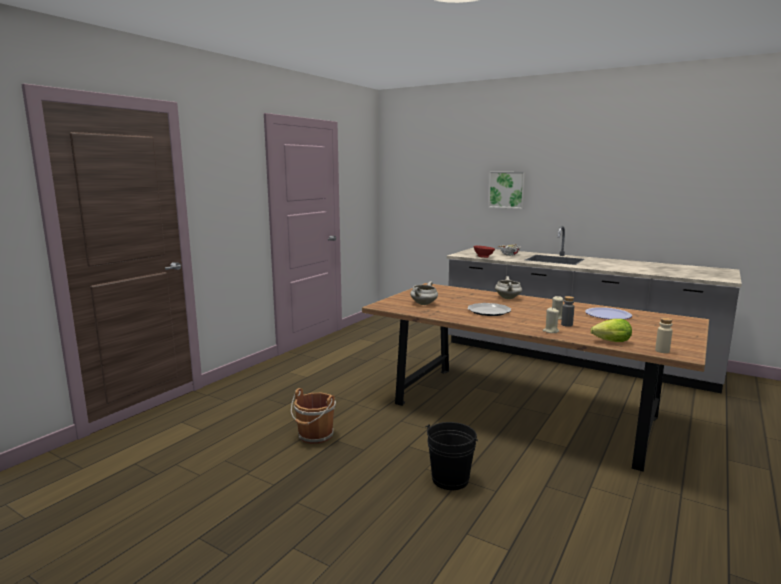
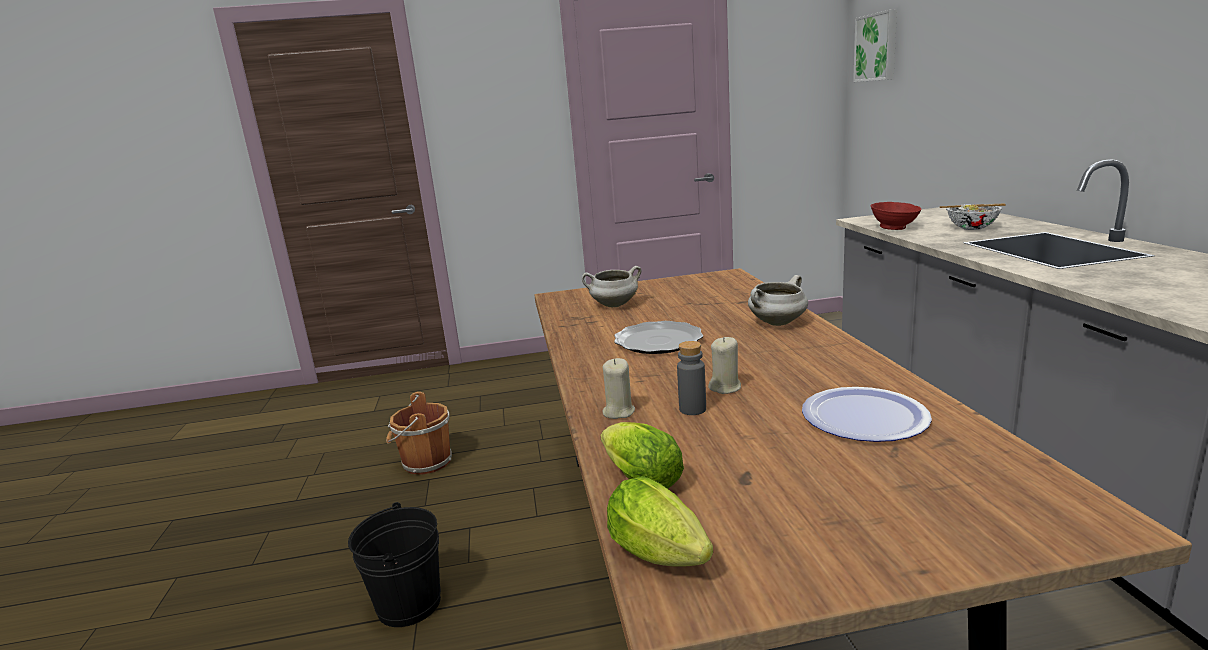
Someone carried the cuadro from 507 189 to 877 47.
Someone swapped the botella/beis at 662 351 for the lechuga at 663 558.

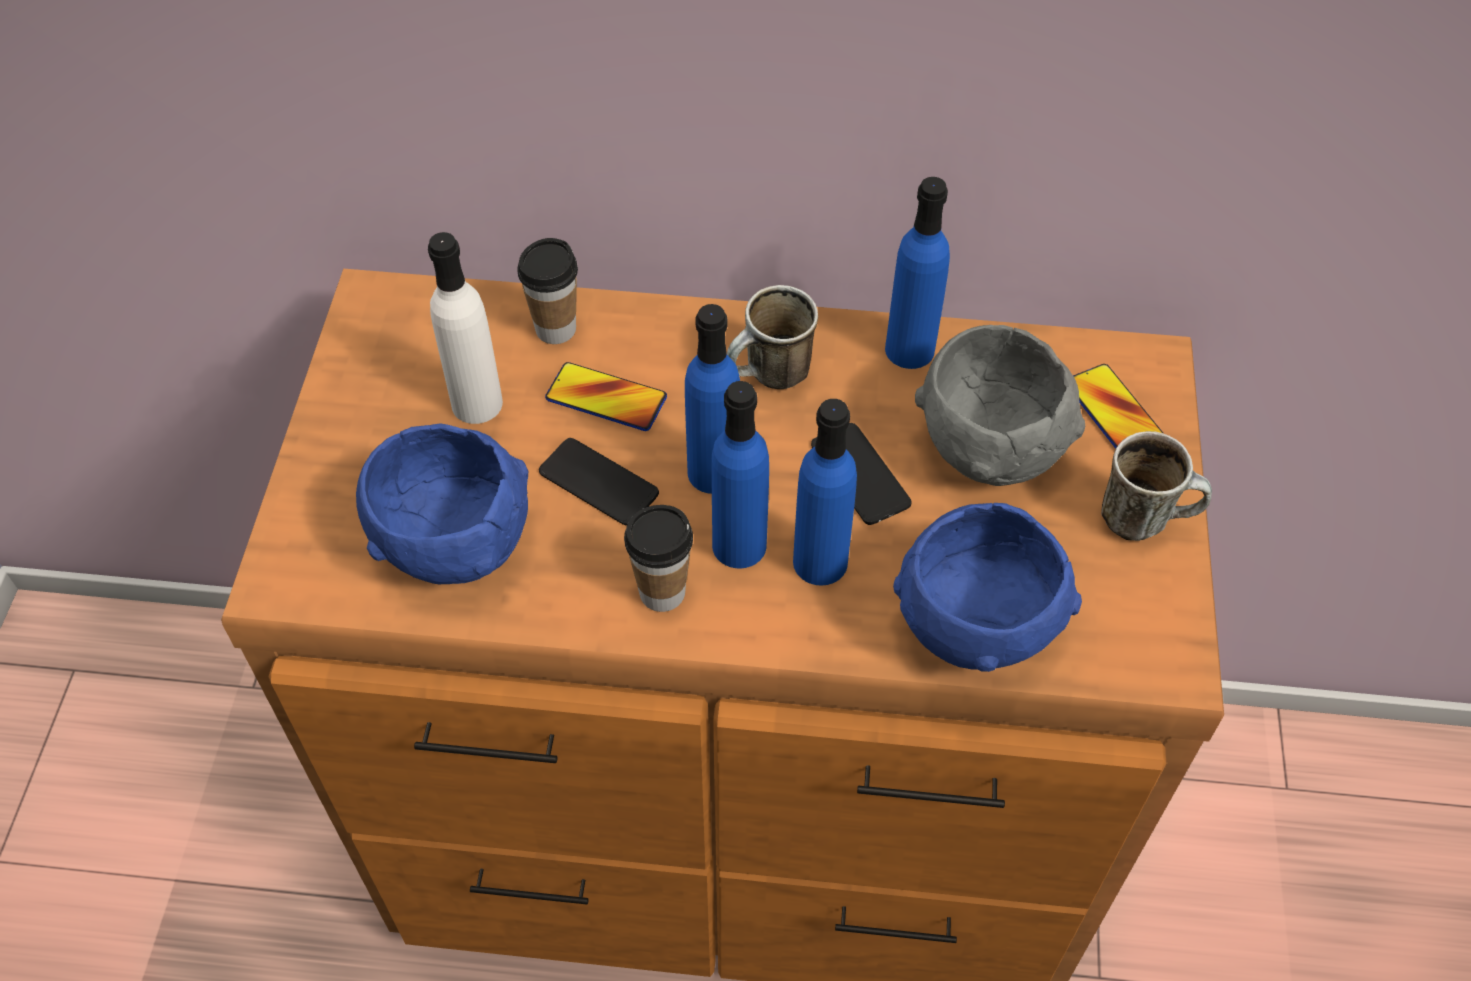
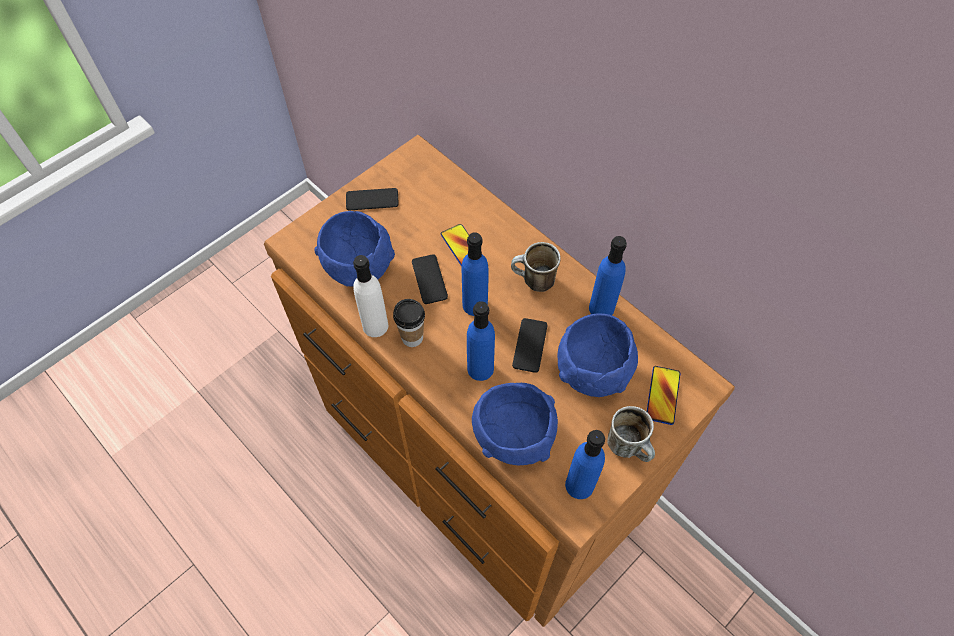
Someone carried the botella/blanco from 477 403 to 375 326.
Someone took away the taza at 555 329.
Someone repainted the cuenco/gris at 989 448, which became the cuenco/azul at 593 371.
Someone carried the botella/azul from 739 545 to 579 485.
Someone put down the móvil at 372 200.

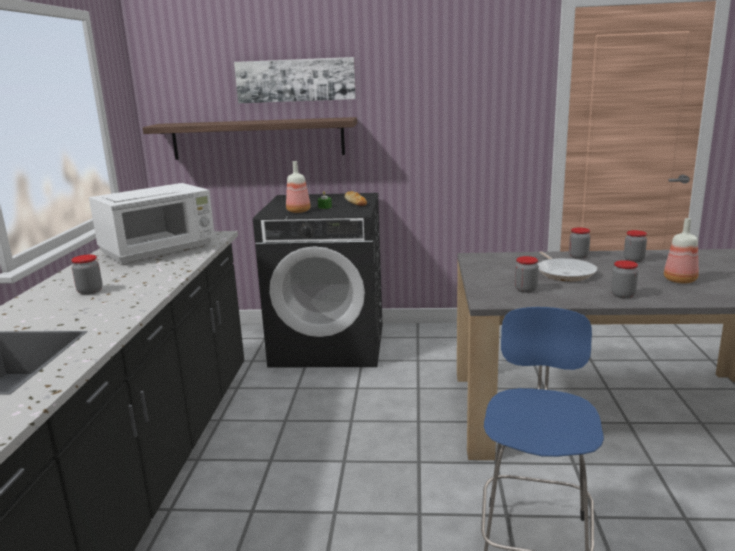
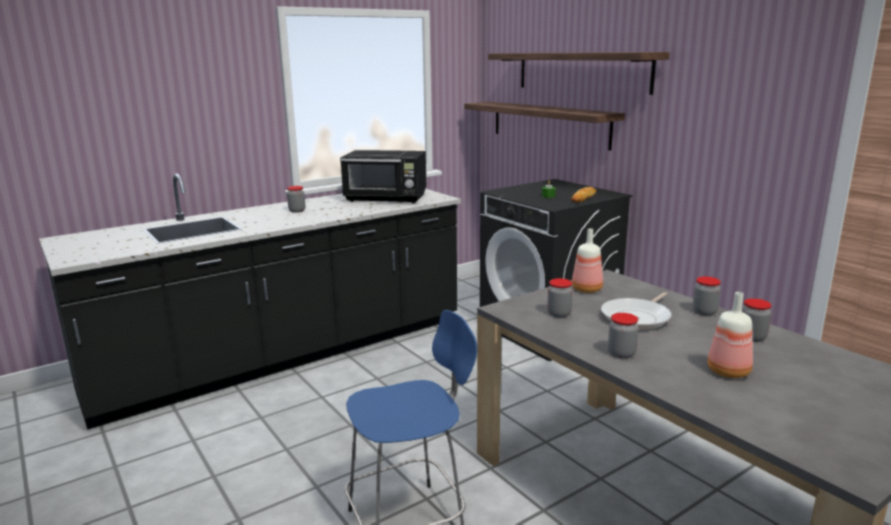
Someone swapped the cuadro at 295 80 for the estante at 581 71.
Someone carried the botella from 298 211 to 587 289.
Someone repainted the microondas/blanco at 160 250, which became the microondas/negro at 386 199.

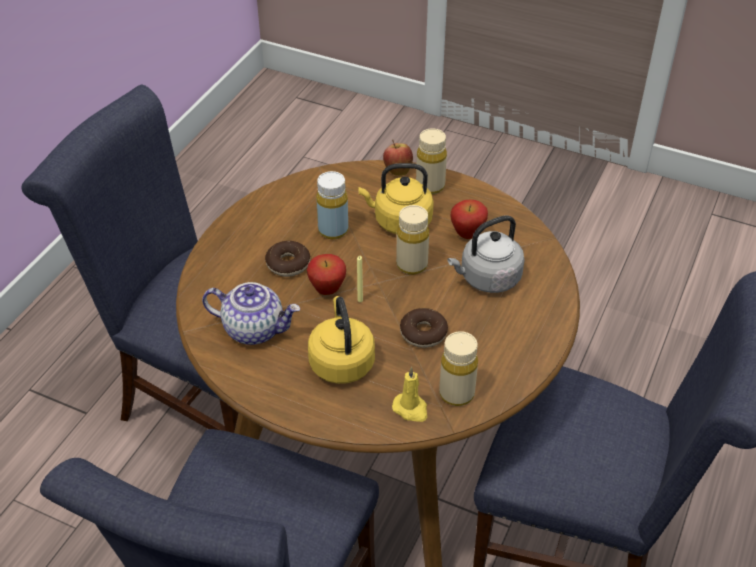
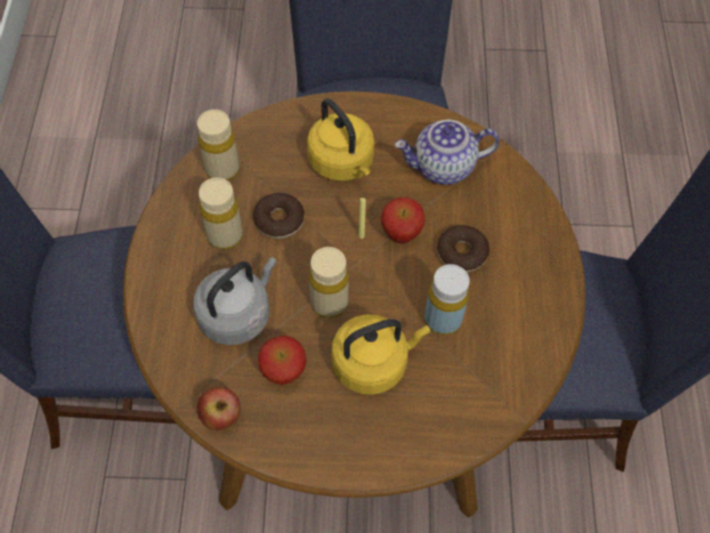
Someone carried the botella/beis from 430 186 to 225 235.
Someone carried the manzana from 397 170 to 221 417.
Someone took away the vela/amarillo at 411 409.

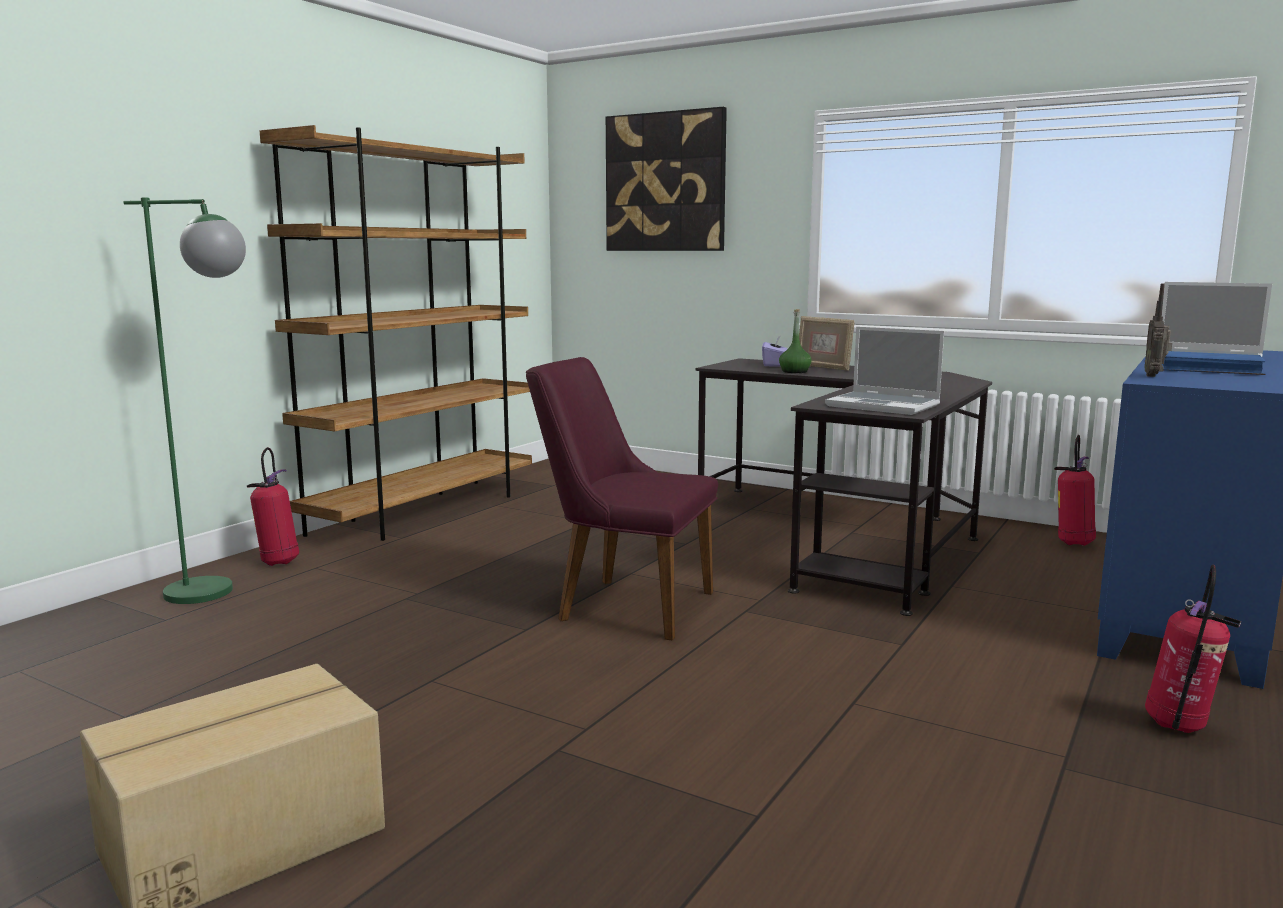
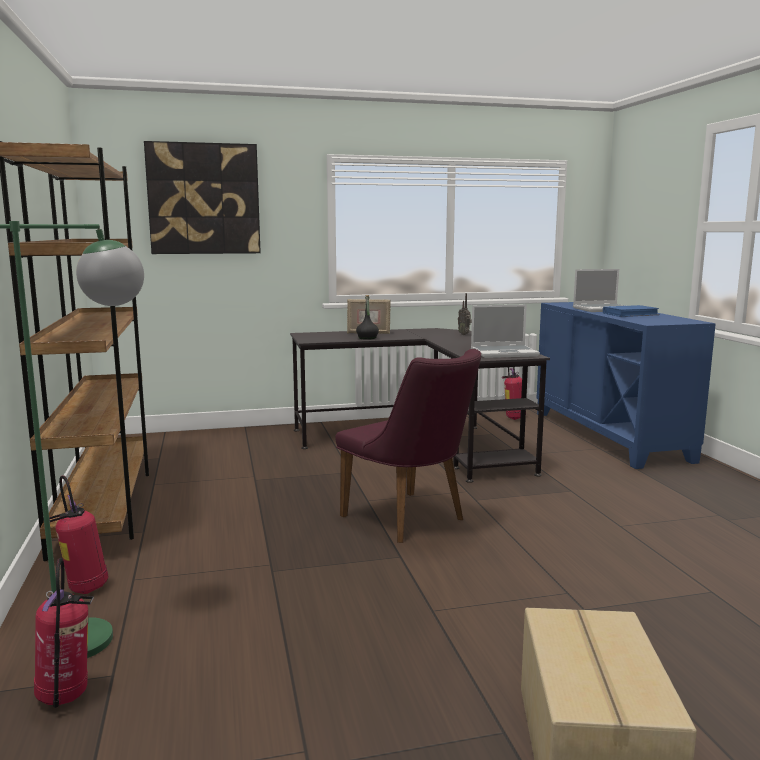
Someone carried the radio from 1155 376 to 464 334.
Someone repainted the botella/verde at 794 371, which became the botella/negro at 367 338.
Someone took away the caja de pañuelos/morado at 774 365.
Someone rotated the silla/morado at 622 604 by 105 degrees counterclockwise.
Someone carried the extintor from 1179 728 to 66 699.

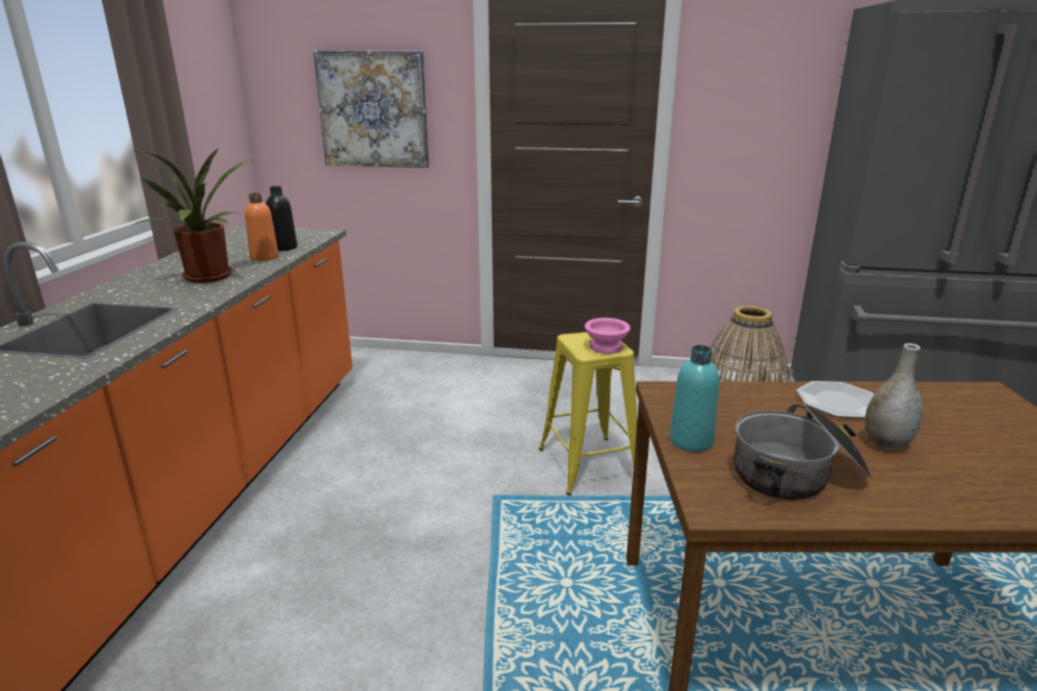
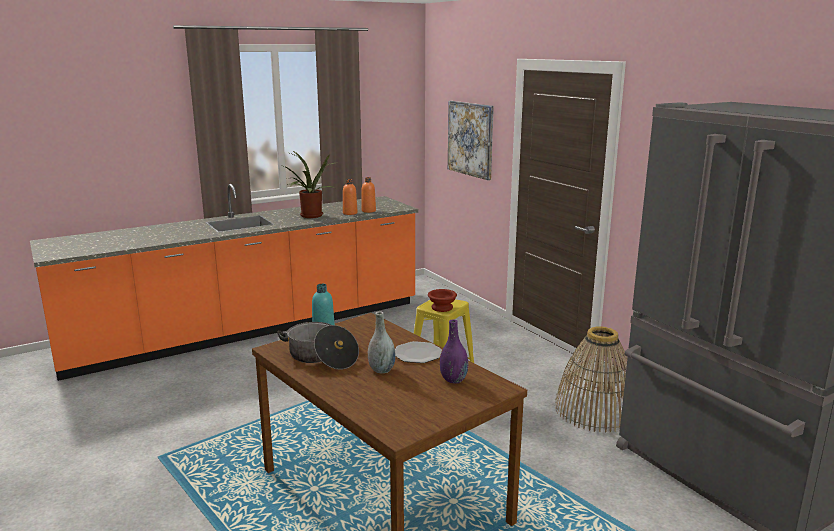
Someone repainted the botella/negro at 284 248, which became the botella/naranja at 368 211.
Someone repainted the cuenco/rosa at 604 347, which became the cuenco/marrón at 441 307.
Someone put down the florero/morado at 453 380.

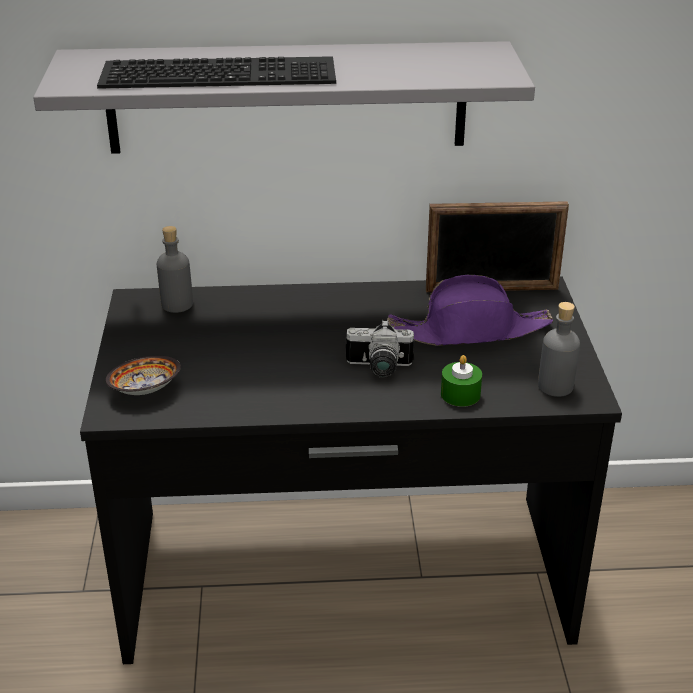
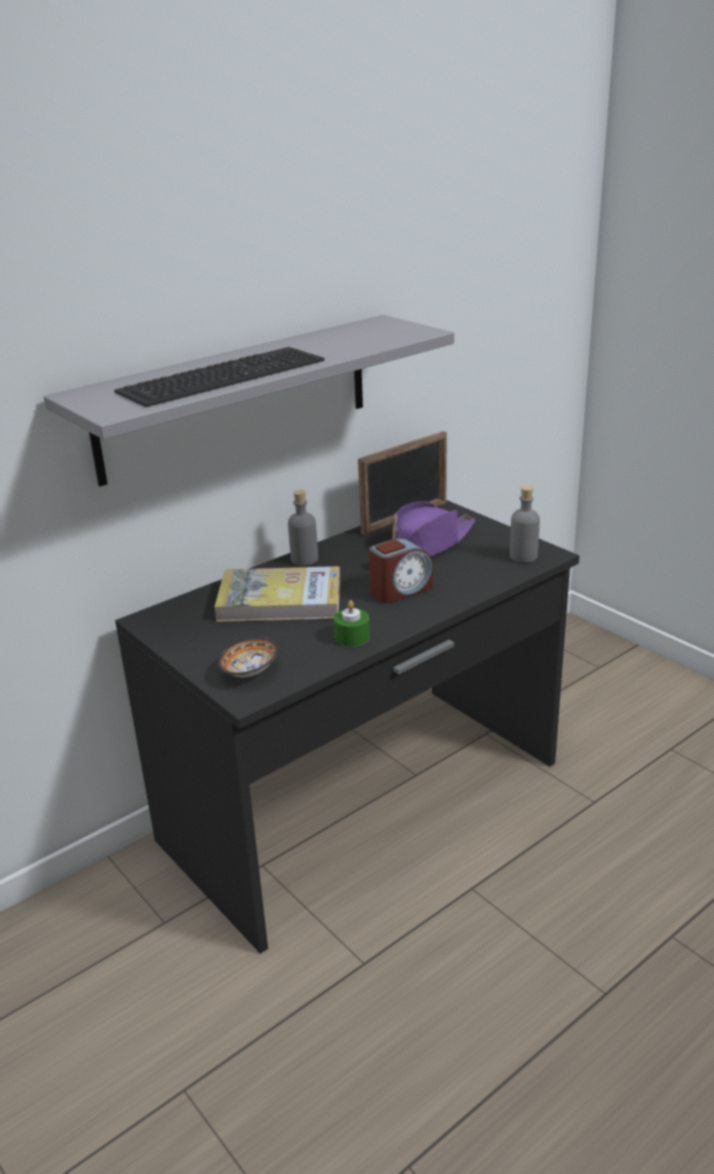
Someone carried the botella/gris from 177 304 to 304 559.
Someone swapped the cámara at 378 368 for the despertador at 400 590.
Someone carried the vela/verde from 460 394 to 352 637.
Someone put down the libro at 280 600.

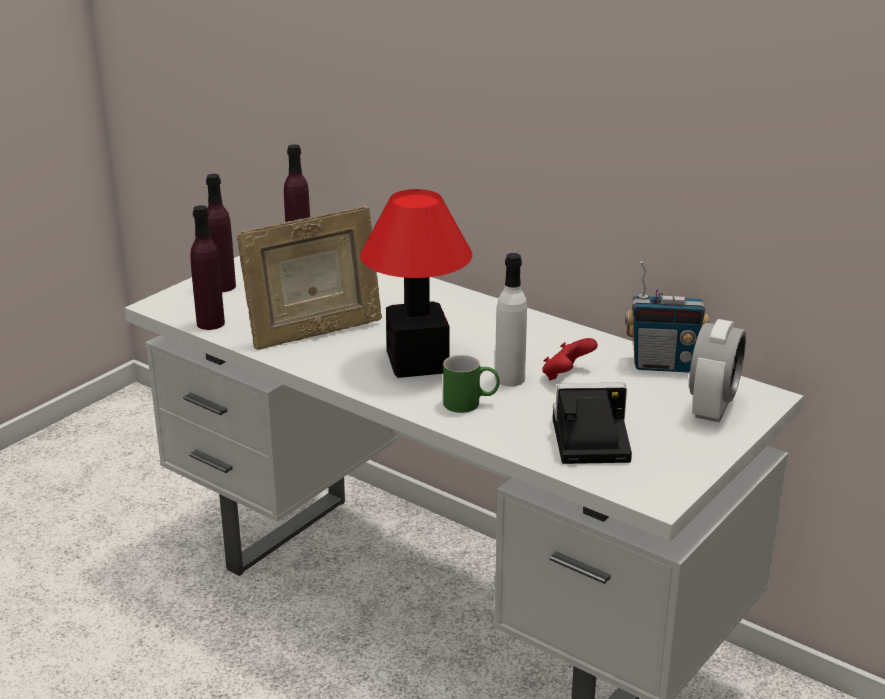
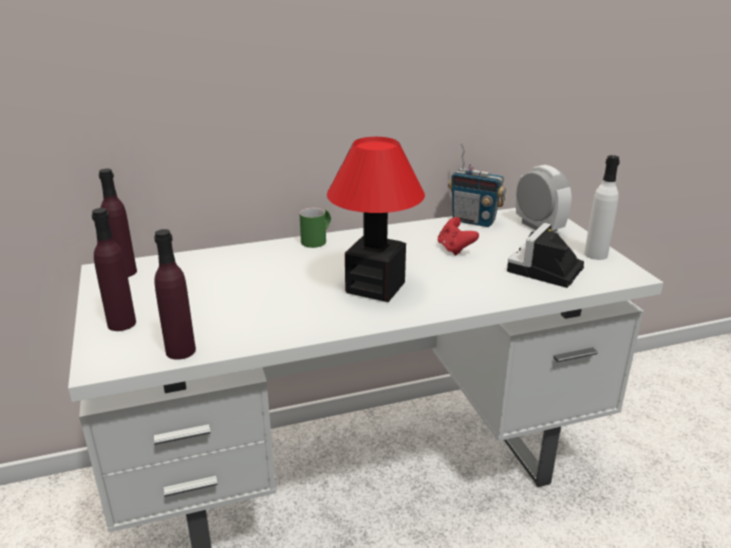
Someone took away the portarretratos at 314 333.
Someone carried the botella/blanco from 510 379 to 595 254.
Someone rotated the radio at 662 365 by 75 degrees clockwise.
Someone carried the taza grande/verde from 471 403 to 317 240.

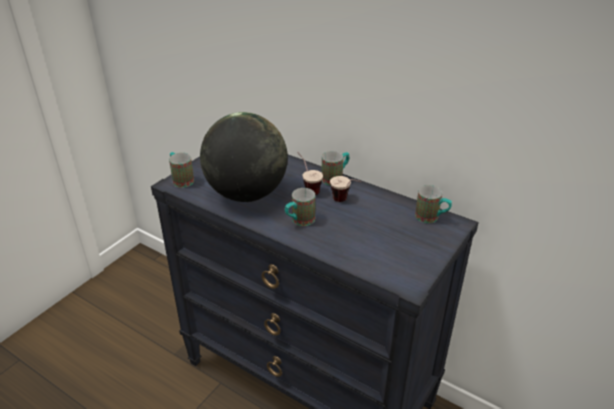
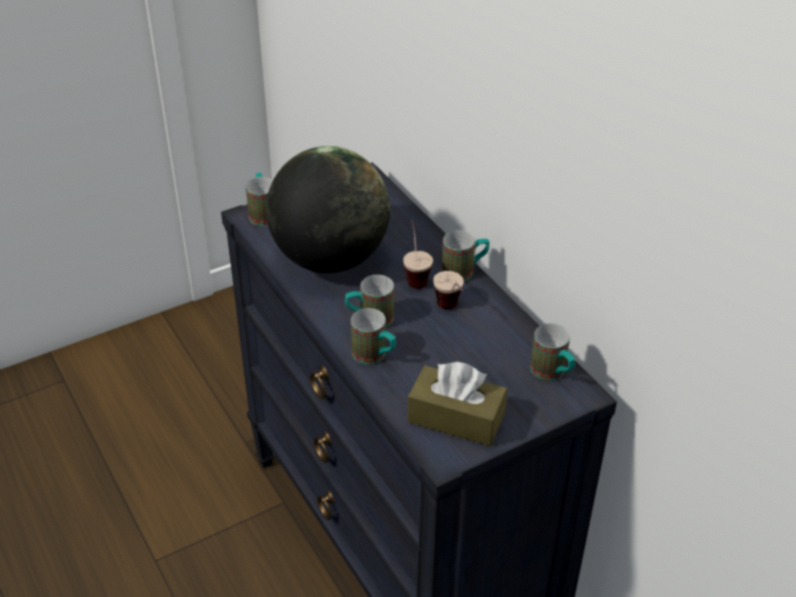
Someone put down the taza grande at 375 356.
Someone put down the caja de pañuelos/marrón at 456 418.

